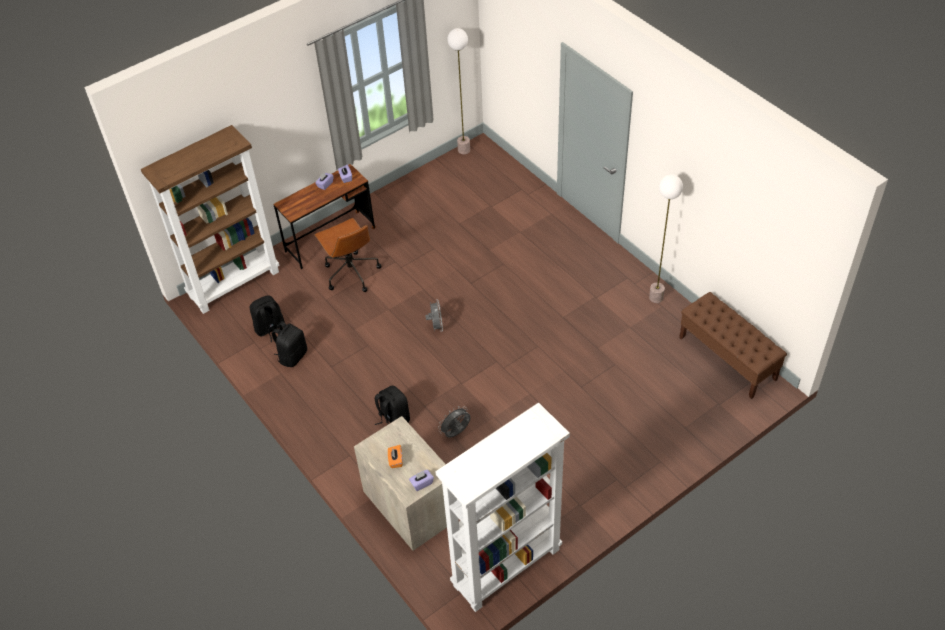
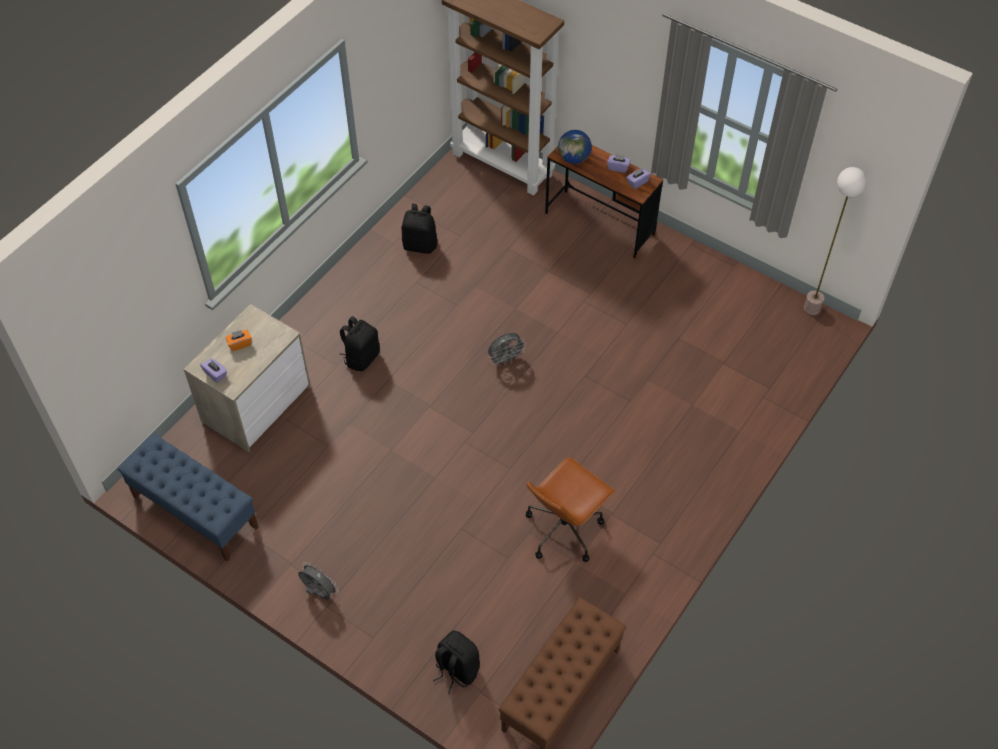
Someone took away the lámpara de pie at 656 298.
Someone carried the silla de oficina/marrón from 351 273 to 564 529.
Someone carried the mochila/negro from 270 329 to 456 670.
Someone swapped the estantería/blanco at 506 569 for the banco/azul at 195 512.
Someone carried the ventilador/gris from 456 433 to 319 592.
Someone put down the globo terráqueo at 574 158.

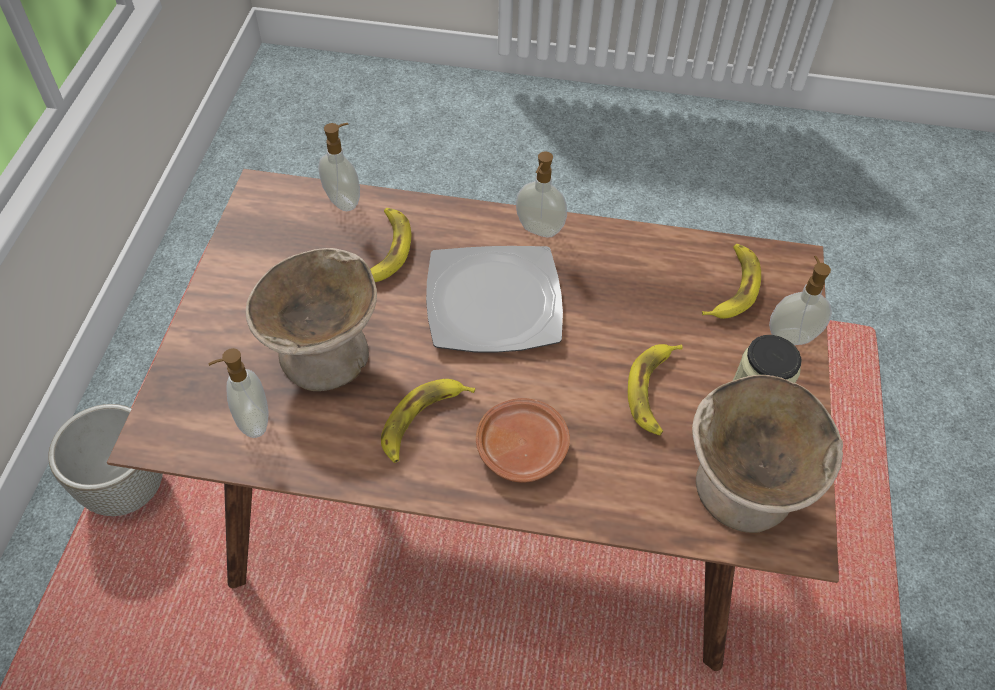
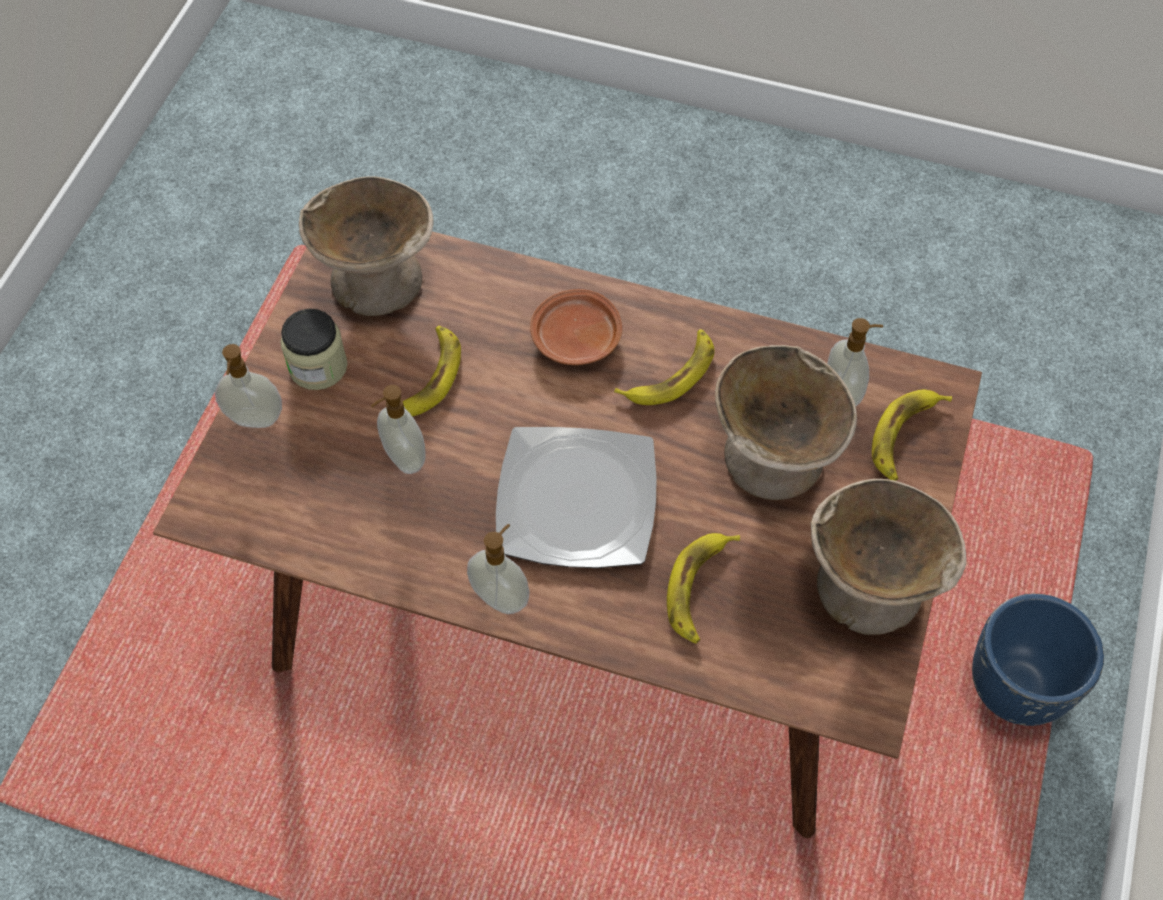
Someone carried the dispensador de jabón from 344 200 to 403 458.
Someone carried the plátano from 732 287 to 905 436.
Someone repainted the maceta/gris at 127 488, which became the maceta/azul at 1015 689.
Someone put down the cuenco/beis at 868 588.

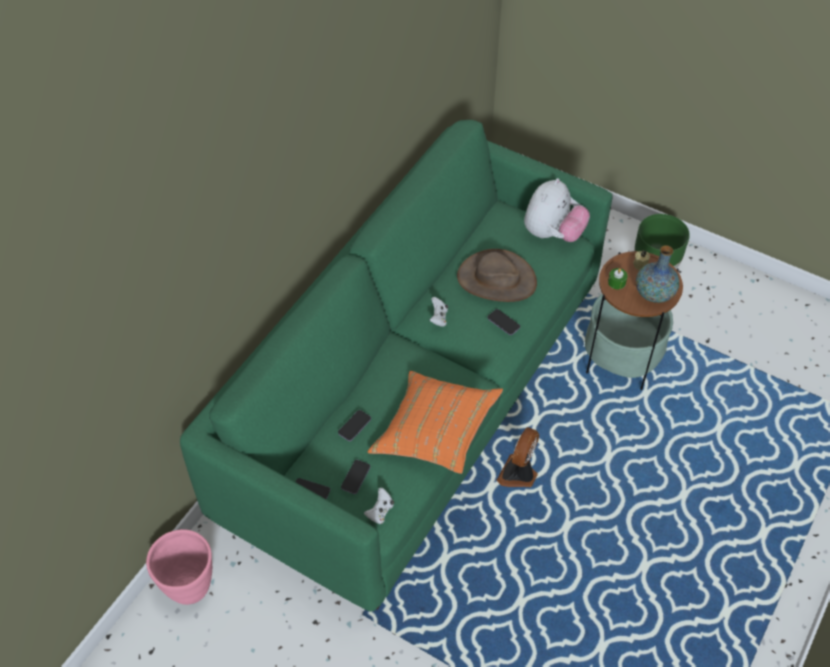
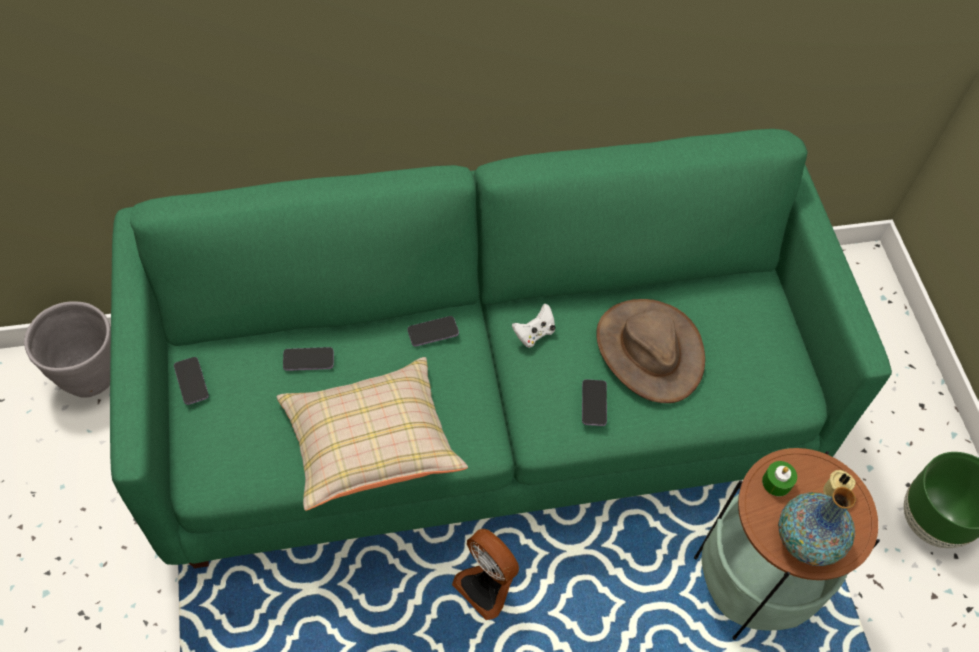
Someone took away the peluche at 552 234.
Someone repainted the cojín/naranja at 435 432, which became the cojín/beis at 371 445.
Someone rotated the ventilador at 518 474 by 120 degrees counterclockwise.
Someone carried the móvil from 355 477 to 433 332.
Someone took away the mando de consola/blanco at 380 512.
Someone repainted the maceta/rosa at 190 587, which became the maceta/gris at 91 378.

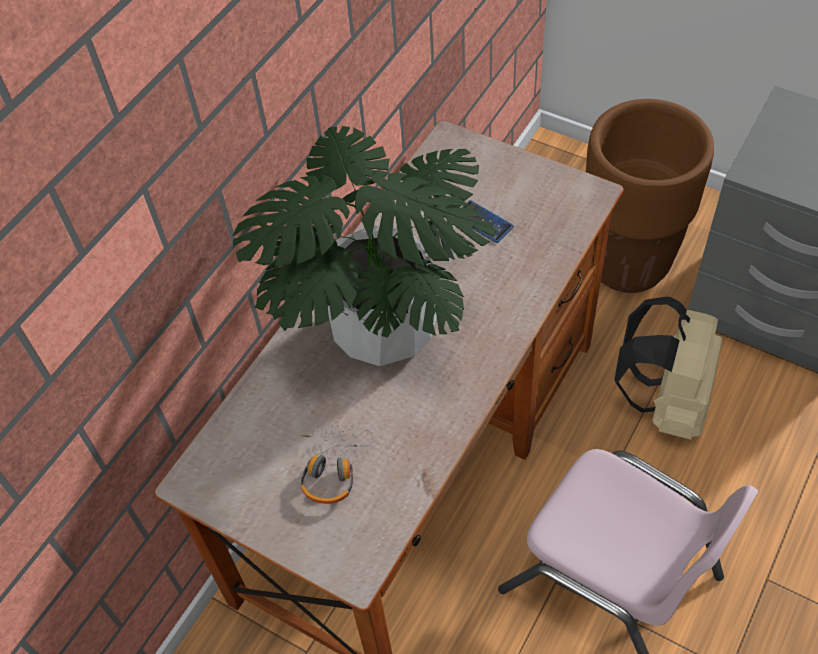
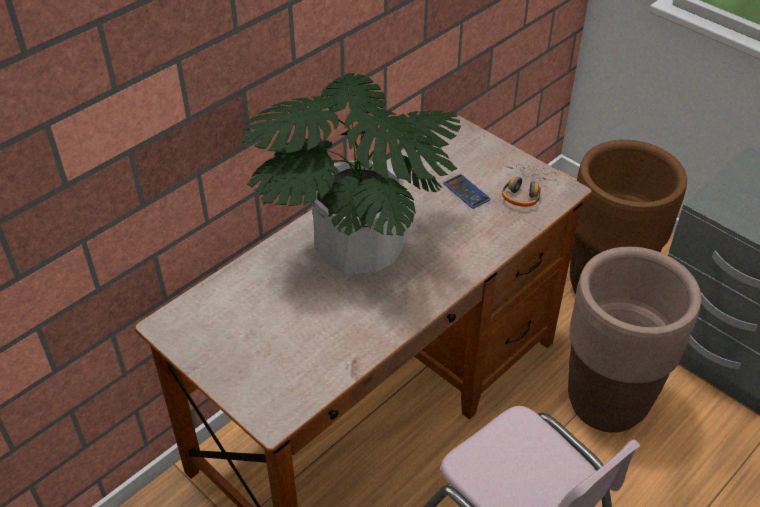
Someone swapped the mochila/beis at 666 402 for the maceta/marrón at 606 402.
Someone carried the auriculares from 333 468 to 525 190.

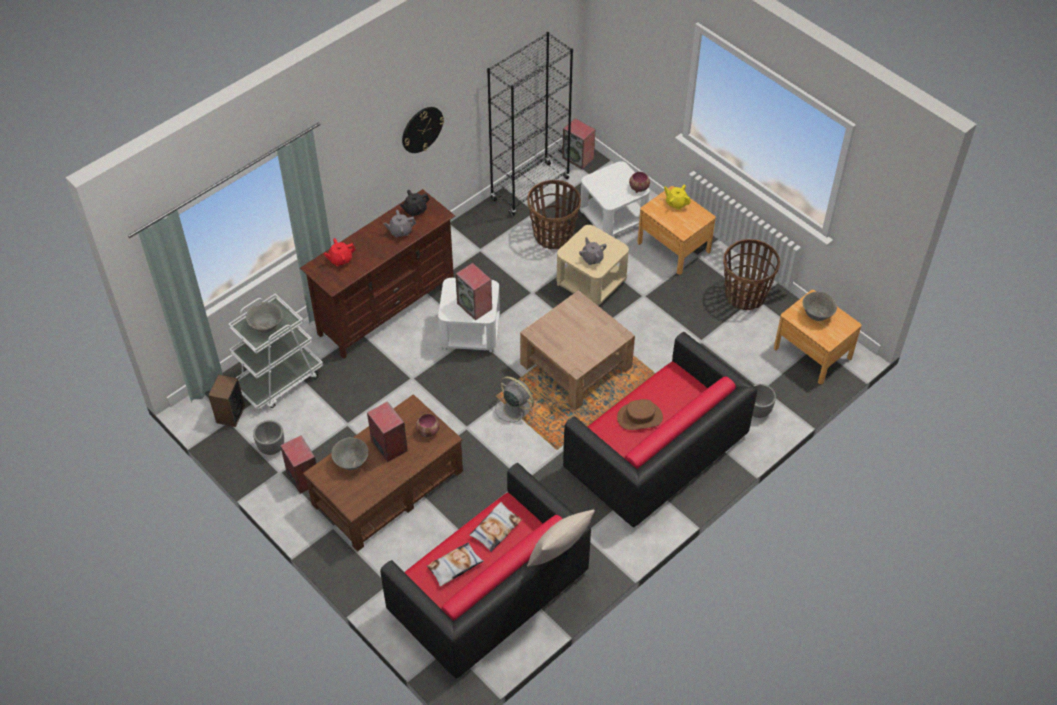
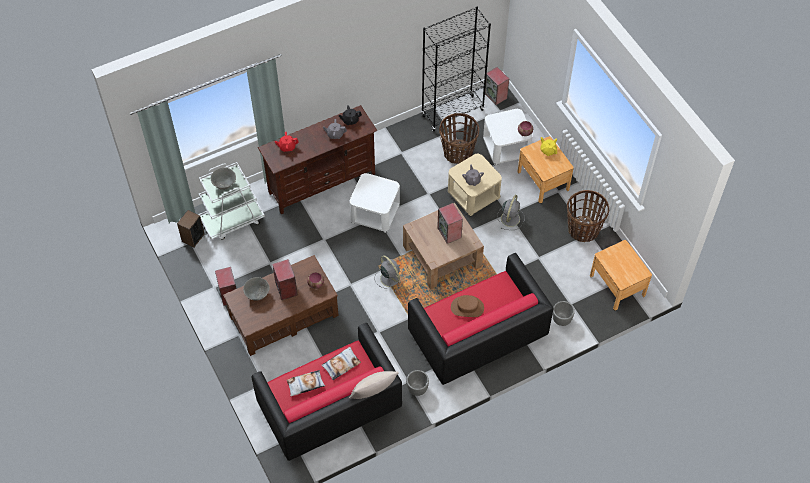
Someone took away the reloj de pared at 422 129.
Someone carried the altavoz from 475 306 to 449 233.
Someone took away the cuenco/gris at 817 314.
Someone carried the maceta/gris from 271 447 to 417 389.
Someone put down the ventilador/gris at 510 218.

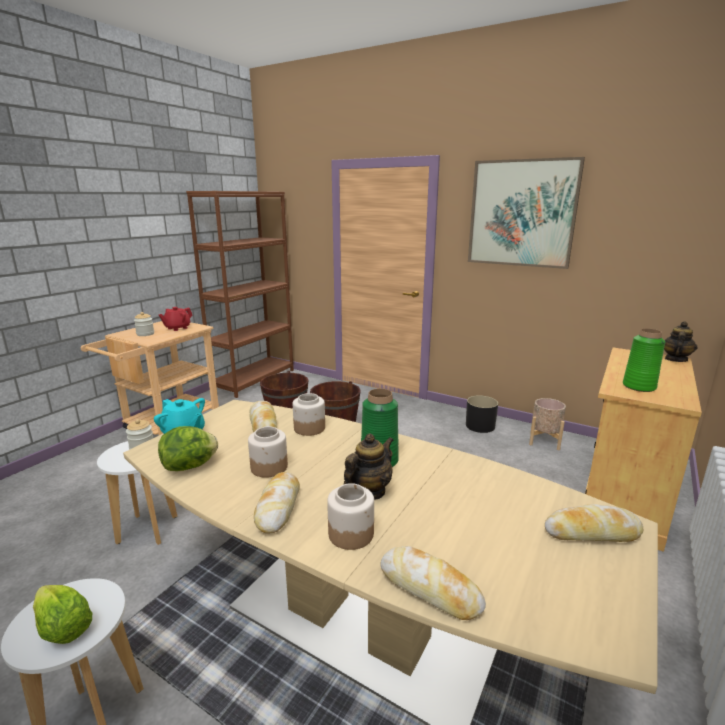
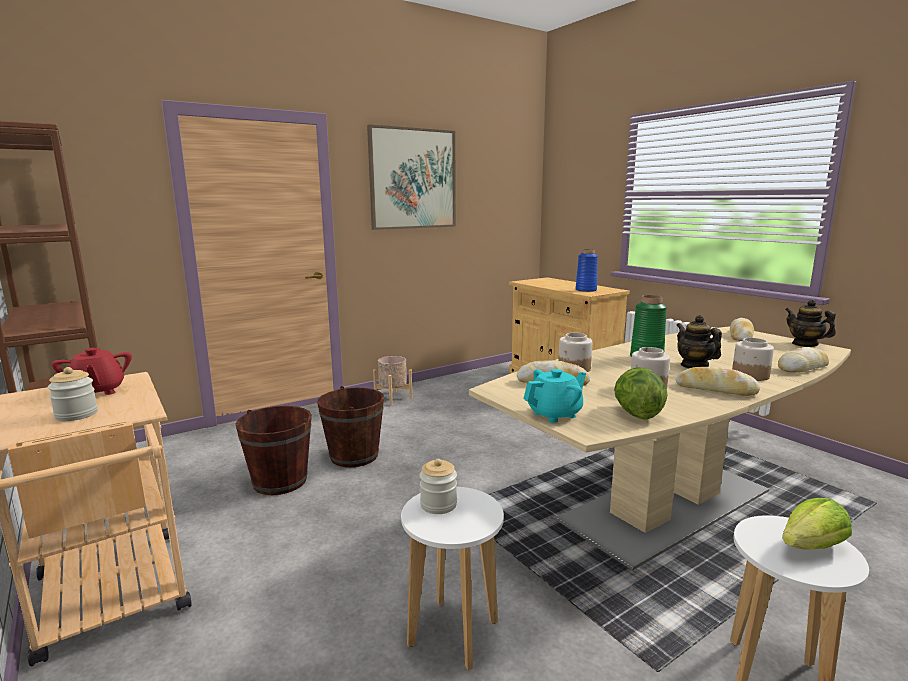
Someone carried the tetera from 675 359 to 805 344.
Someone repainted the florero/verde at 638 386, which became the florero/azul at 585 290.
Someone took away the maceta/negro at 480 426.
Someone carried the maceta/beis from 544 440 to 393 398.

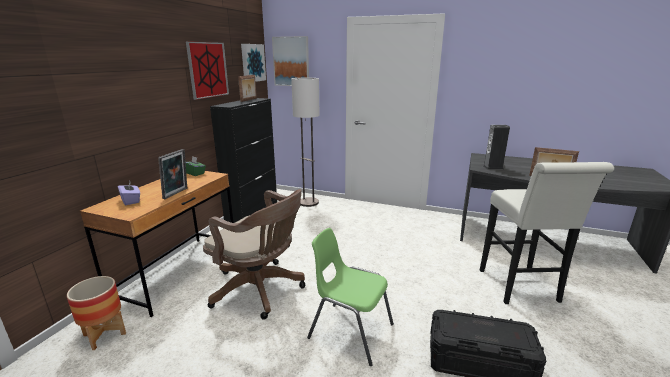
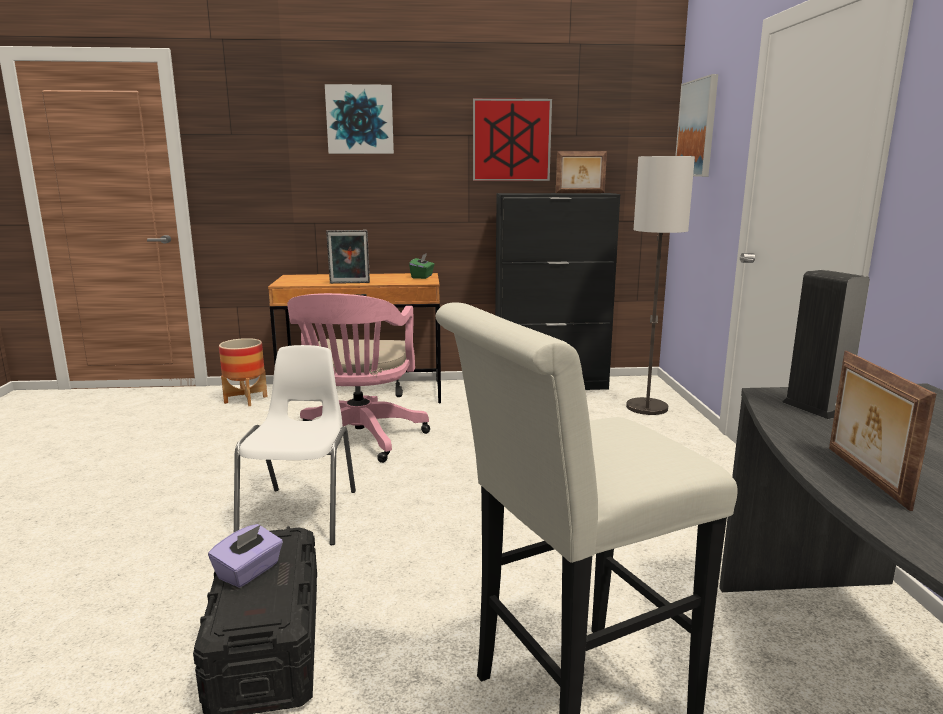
Someone carried the cuadro from 252 63 to 360 119.
Someone carried the caja de pañuelos/morado from 131 200 to 249 571.
Someone repainted the silla de oficina/marrón at 261 290, which became the silla de oficina/rosa at 358 440.
Someone repainted the silla/verde at 349 331, which became the silla/blanco at 302 514.

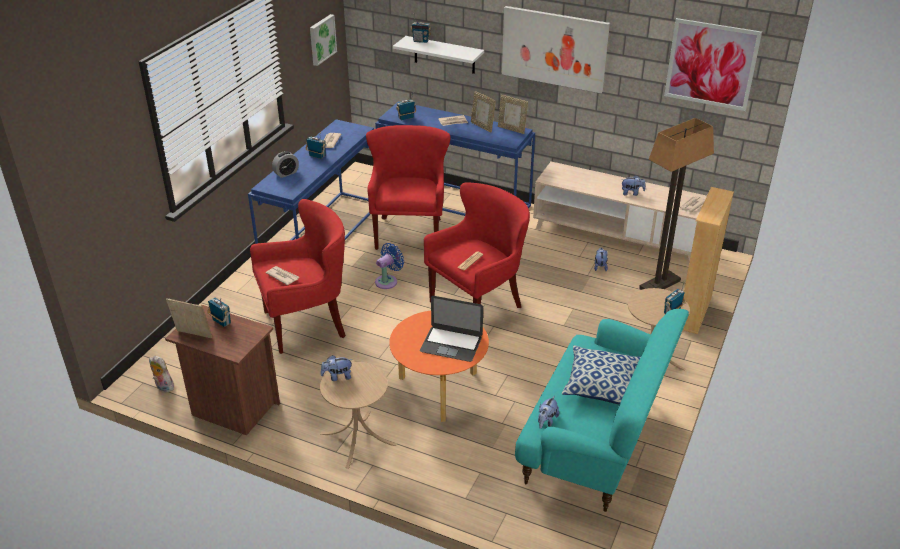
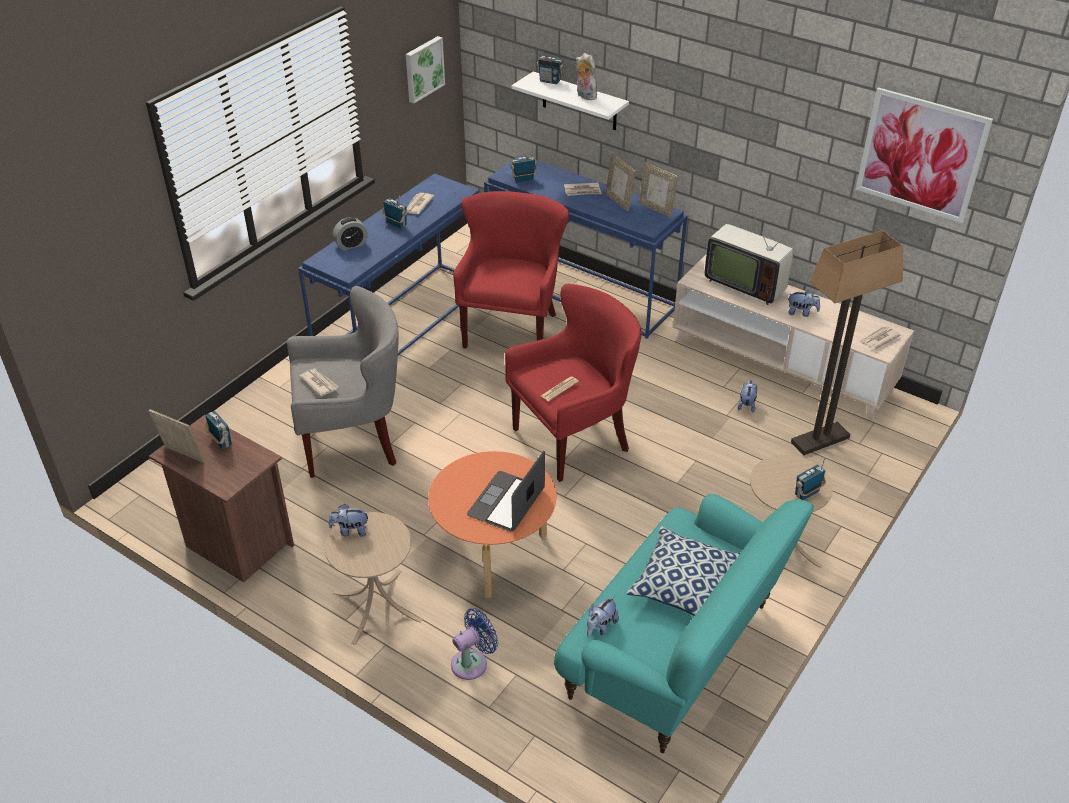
Someone took away the cuadro at 554 48.
Someone took away the estantería/beis at 694 313.
Someone repainted the sillón/rojo at 307 325, which became the sillón/gris at 353 442.
Someone carried the ventilador/azul from 388 281 to 472 662.
Someone rotated the portátil at 451 344 by 90 degrees clockwise.
Someone carried the peluche from 163 387 to 584 96.
Someone put down the televisor at 745 283.

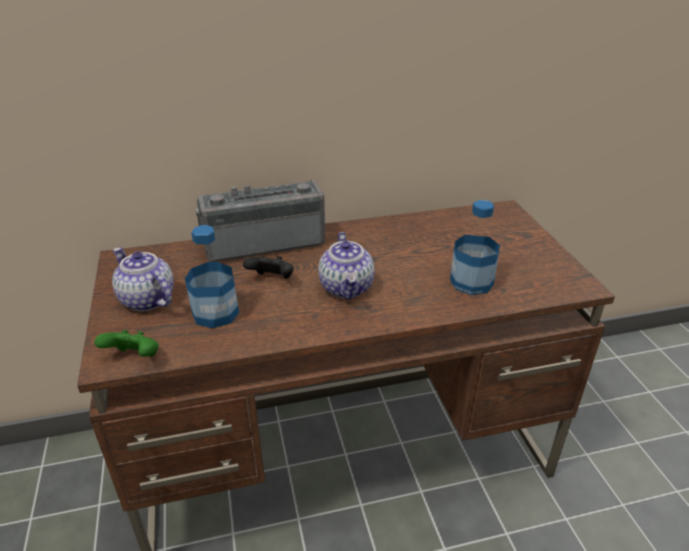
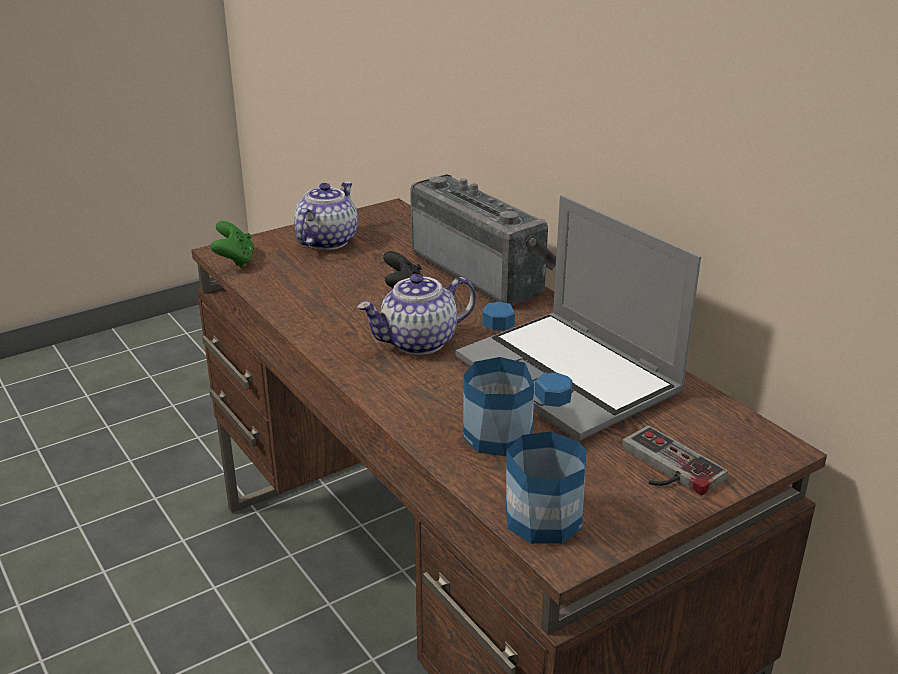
Someone carried the botella from 215 313 to 543 518.
Someone put down the portátil at 571 377.
Someone put down the mando de consola at 664 468.

